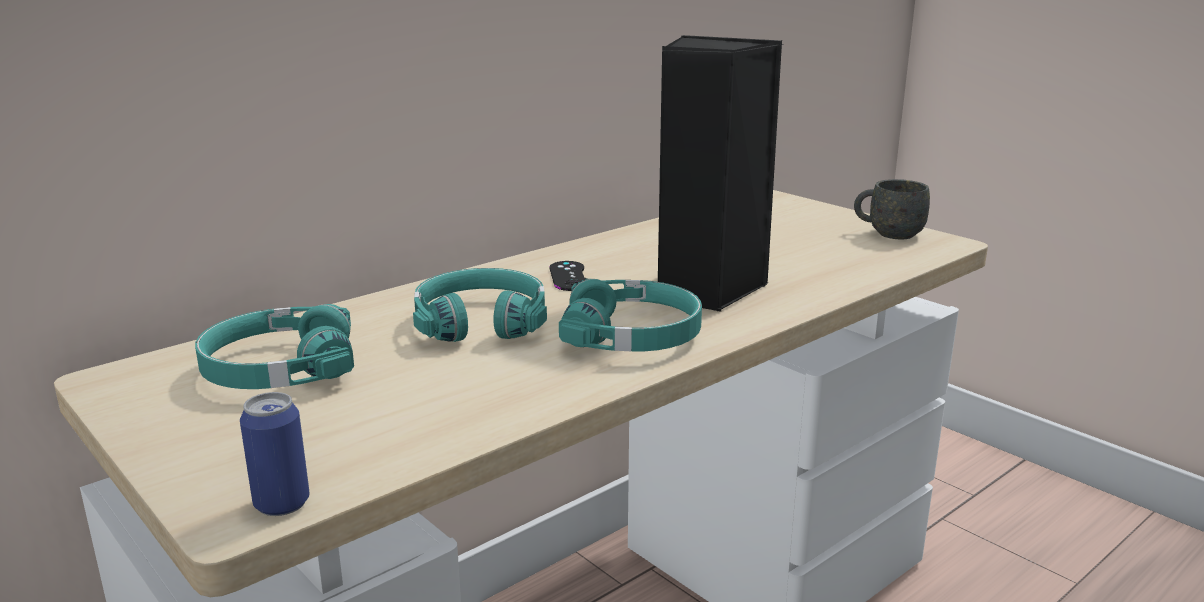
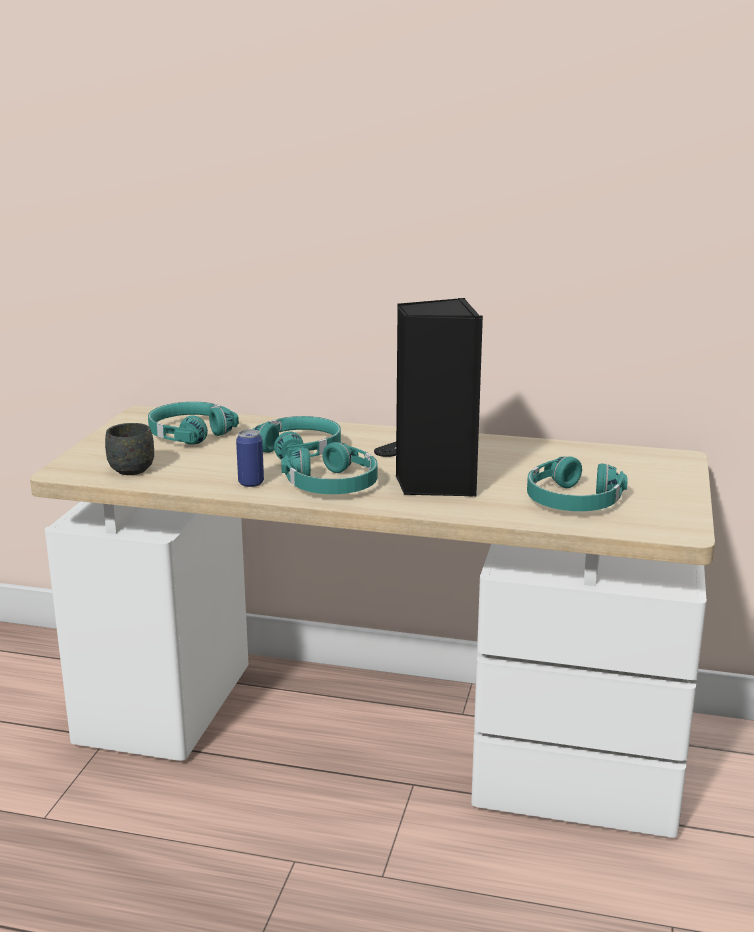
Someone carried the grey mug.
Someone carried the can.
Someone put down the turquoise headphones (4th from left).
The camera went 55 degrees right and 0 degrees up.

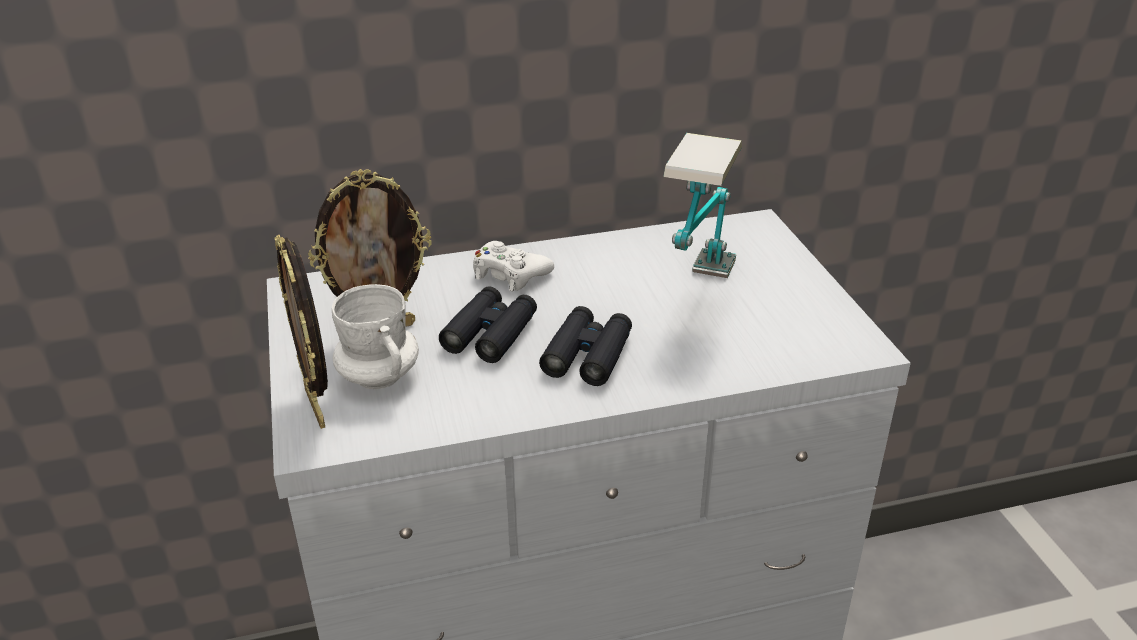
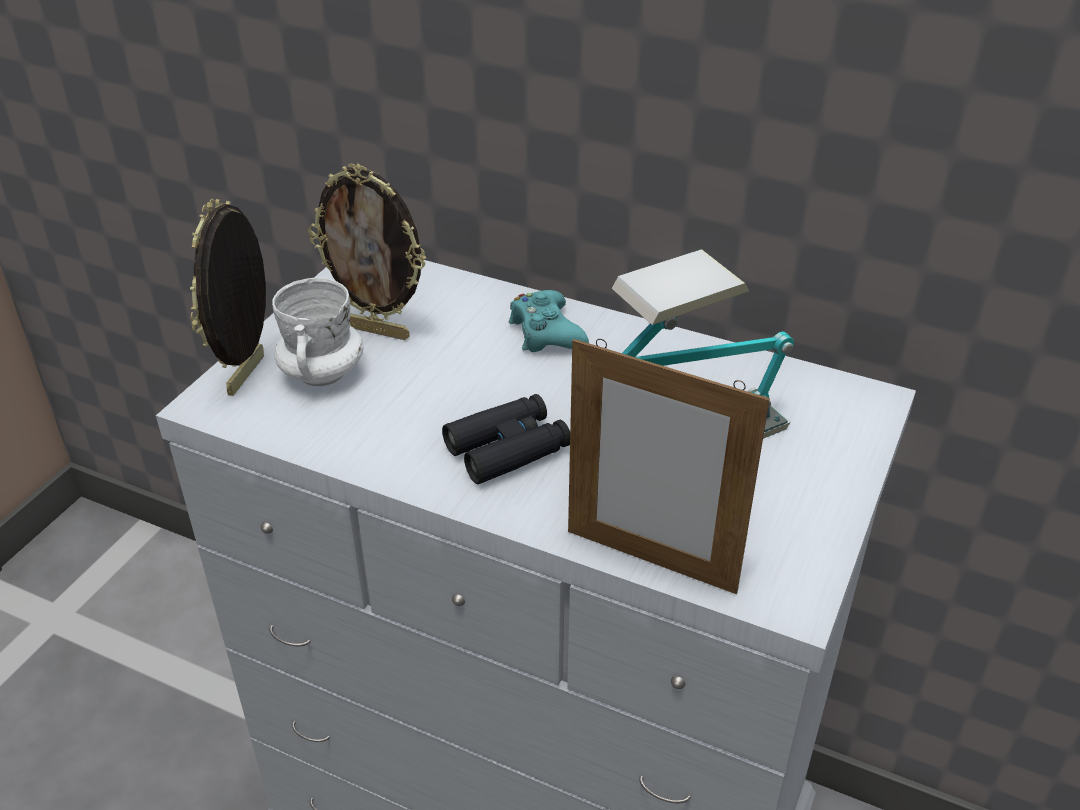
Someone repainted the white game controller, which became the turquoise game controller.
Someone took away the black binoculars (1st from left).
Someone put down the picture frame (3rd from left).
The camera went 40 degrees right and 5 degrees up.

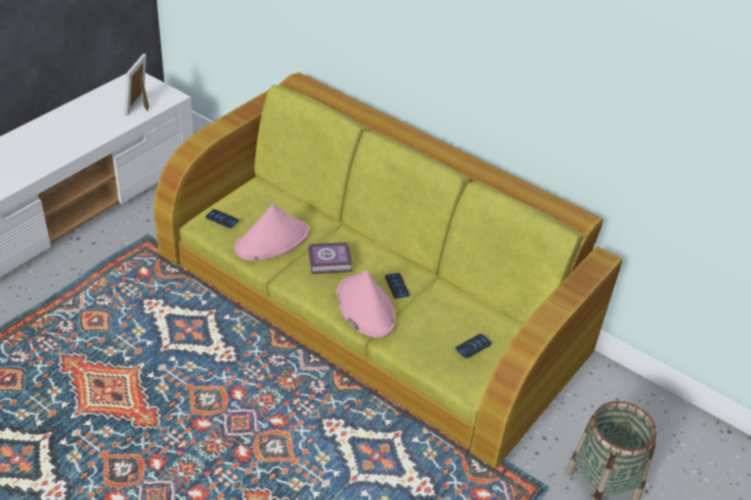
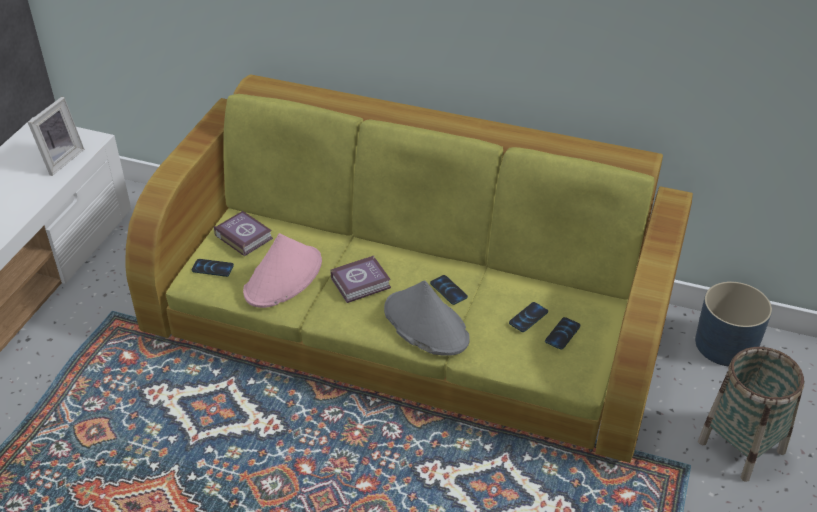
Someone rotated the picture frame by 150 degrees counterclockwise.
Someone repainted the pink hat (2nd from left), which became the grey hat.
Someone put down the book (1st from left).
Someone put down the blue planter.
Someone put down the phone (3rd from left).
The camera went 15 degrees left and 0 degrees up.

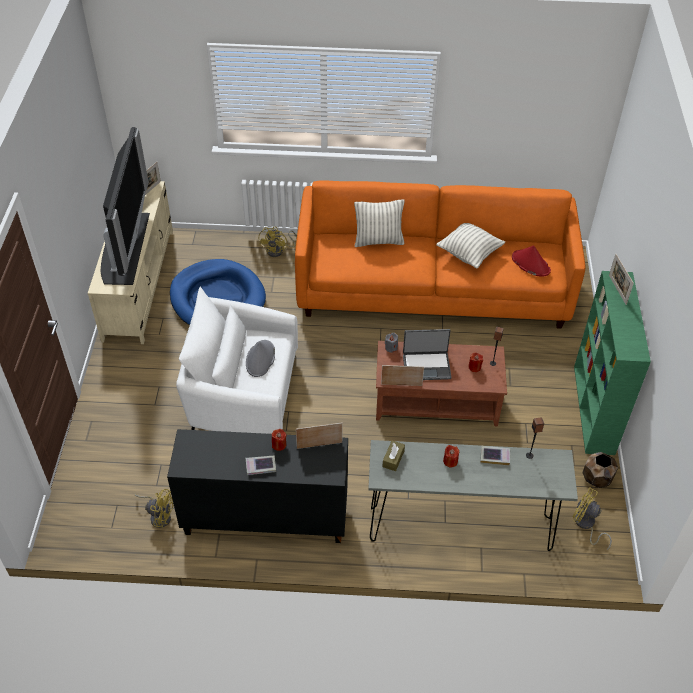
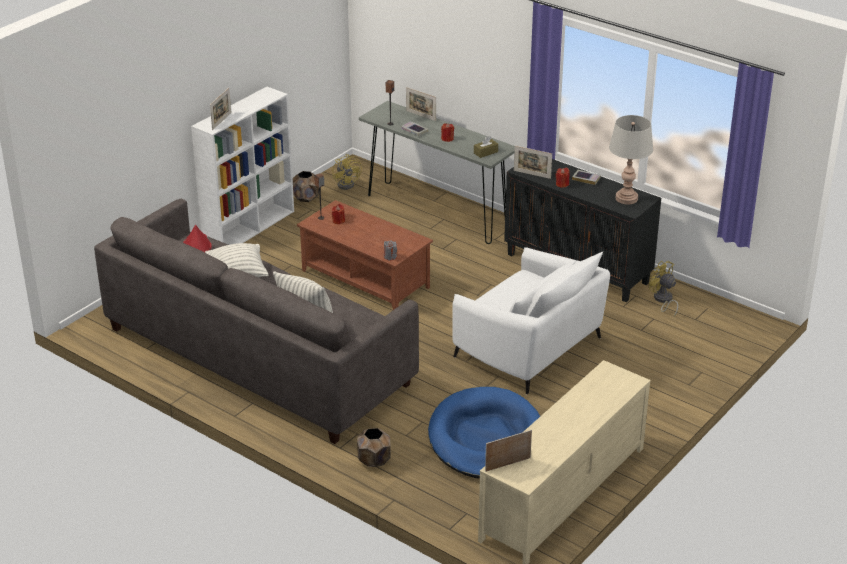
Someone took away the television.
Someone repainted the orange sofa, which became the grey sofa.
Someone swapped the yellow fan (2nd from left) for the brown planter (2nd from left).
Someone repainted the green bookcase, which became the white bookcase.
Someone took away the laptop.
Someone took away the grey hat.
Someone carried the picture frame (3rd from left in the first image).
Someone put down the grey table lamp.
The camera went 145 degrees left and 15 degrees down.

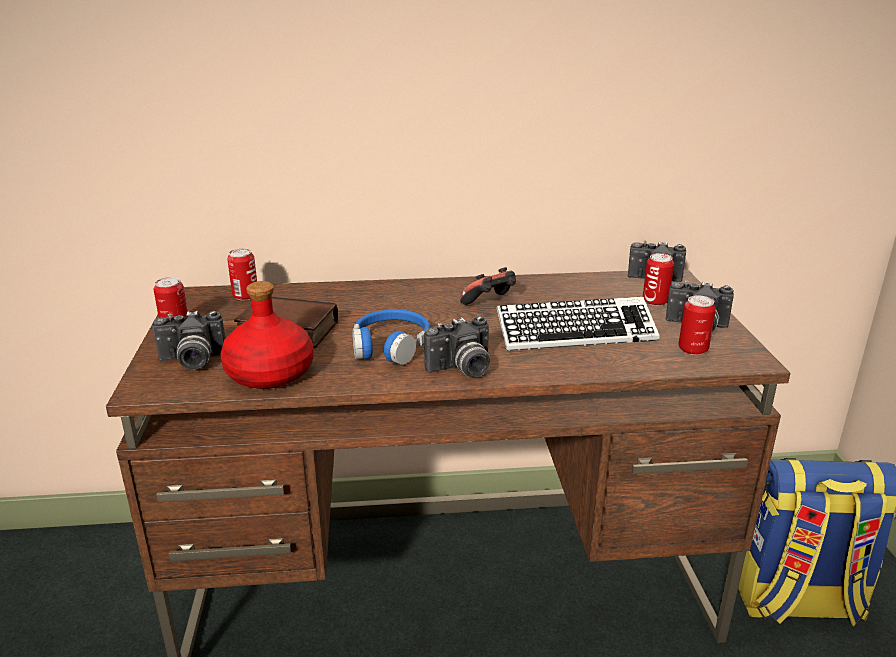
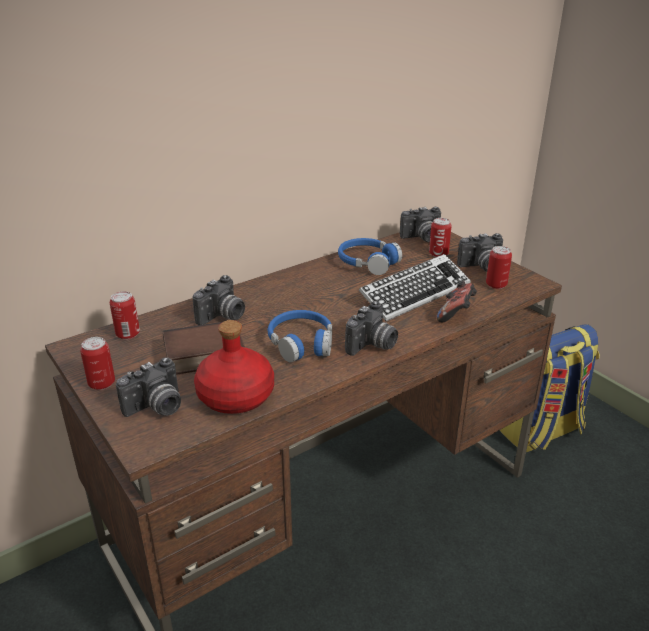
Someone carried the game controller.
Someone put down the blue headphones (2nd from left).
Someone put down the photo camera (2nd from left).
The camera went 30 degrees left and 5 degrees up.

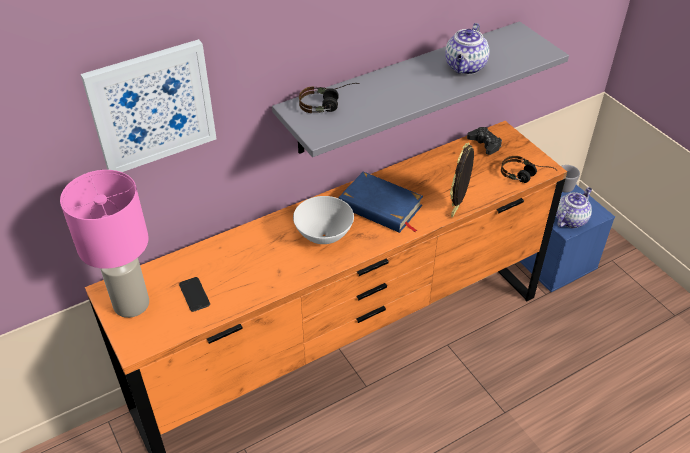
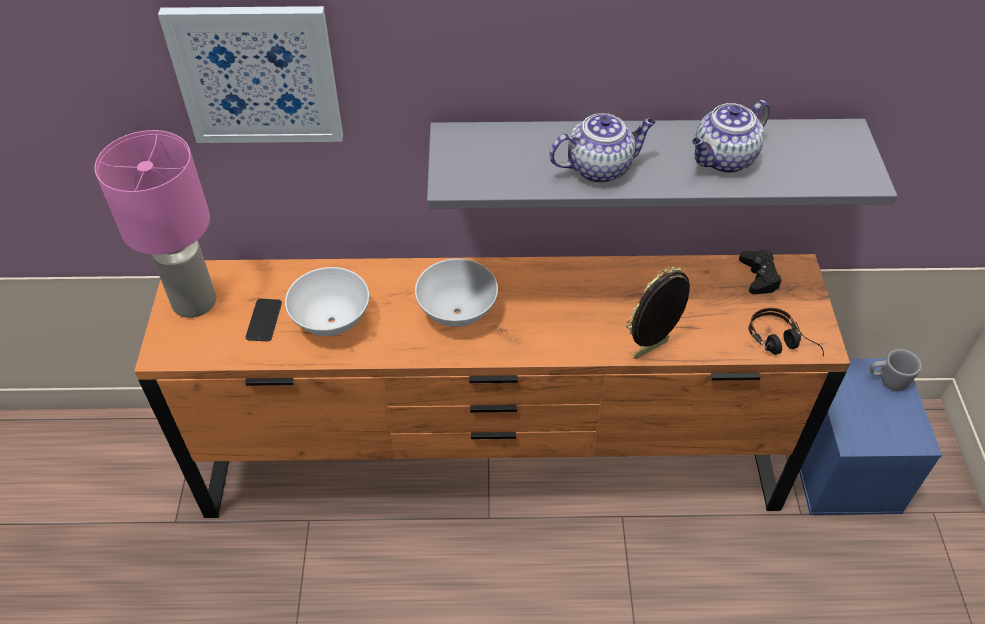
Someone took away the headphones (1st from left).
Someone took away the blue book.
Someone carried the teapot (2nd from left in the first image).
Someone put down the white bowl (1st from left).
The camera went 30 degrees right and 5 degrees up.

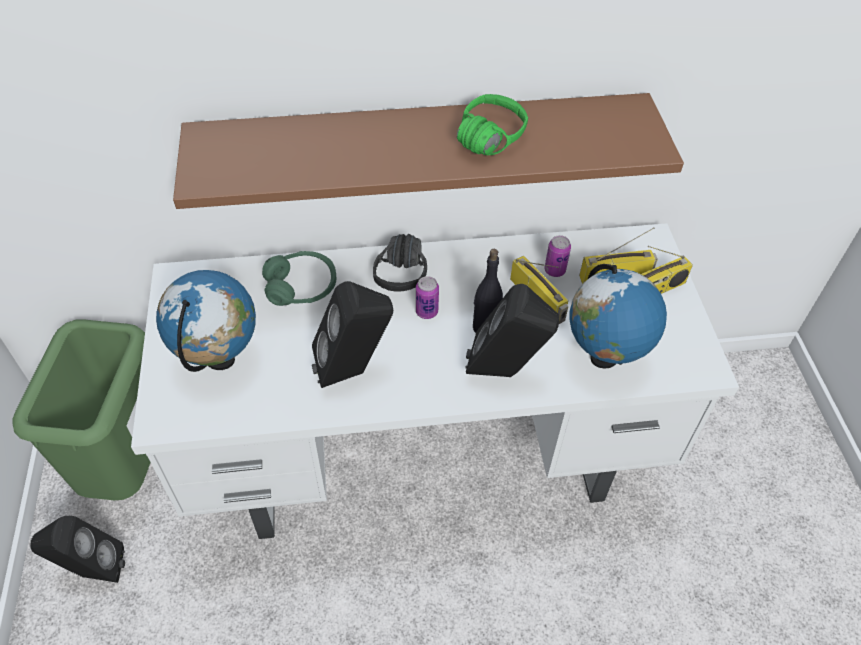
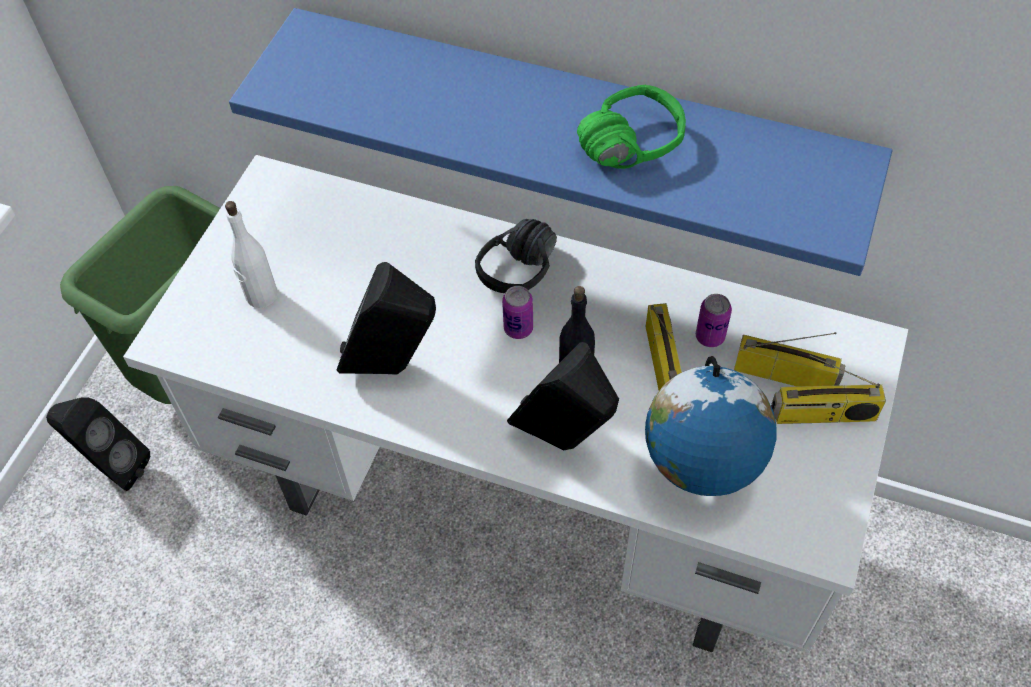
Someone repainted the brown shelf, which became the blue shelf.
Someone took away the green headphones (1st from left).
Someone swapped the globe (1st from left) for the white bottle.
The camera went 30 degrees right and 5 degrees up.

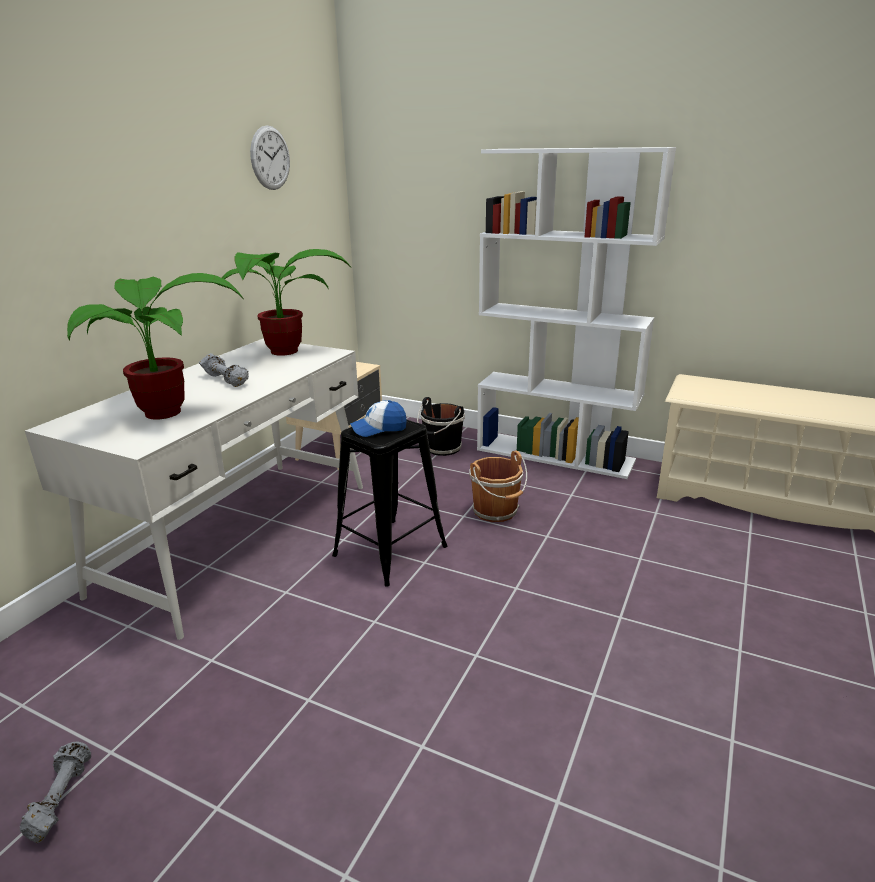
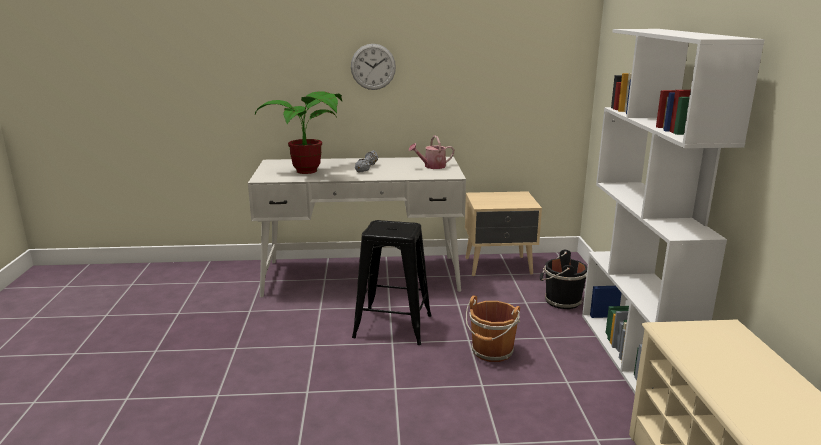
Someone carried the wall clock.
Someone swapped the potted plant (2nd from left) for the watering can.
Someone took away the cap.
Someone took away the grey dumbbell (1st from left).
The camera went 60 degrees right and 5 degrees down.

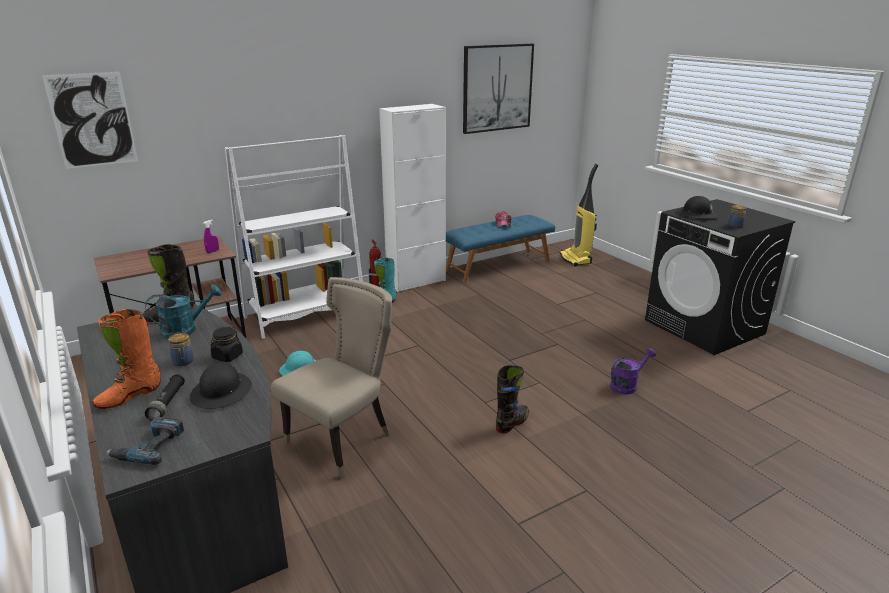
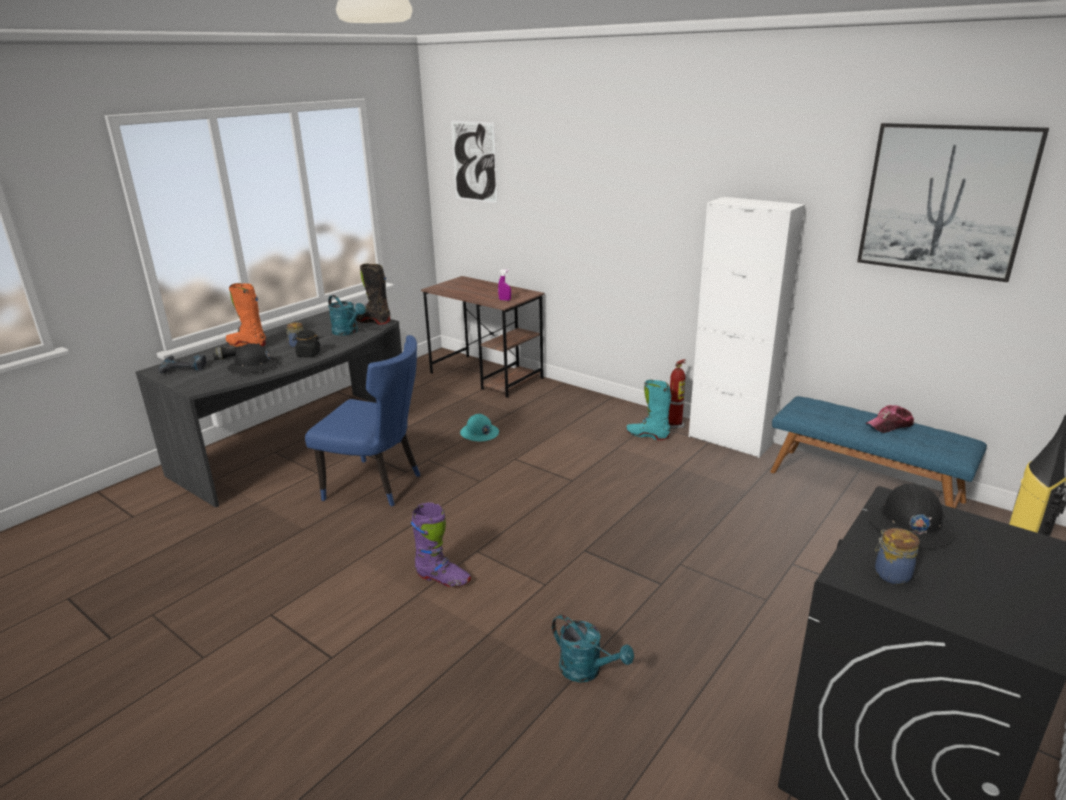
Someone took away the white bookcase.
Someone repainted the beige chair, which became the blue chair.
Someone repainted the purple watering can, which became the turquoise watering can (2nd from left).
Someone repainted the black boot (2nd from left), which became the purple boot.
The camera went 70 degrees right and 0 degrees up.

